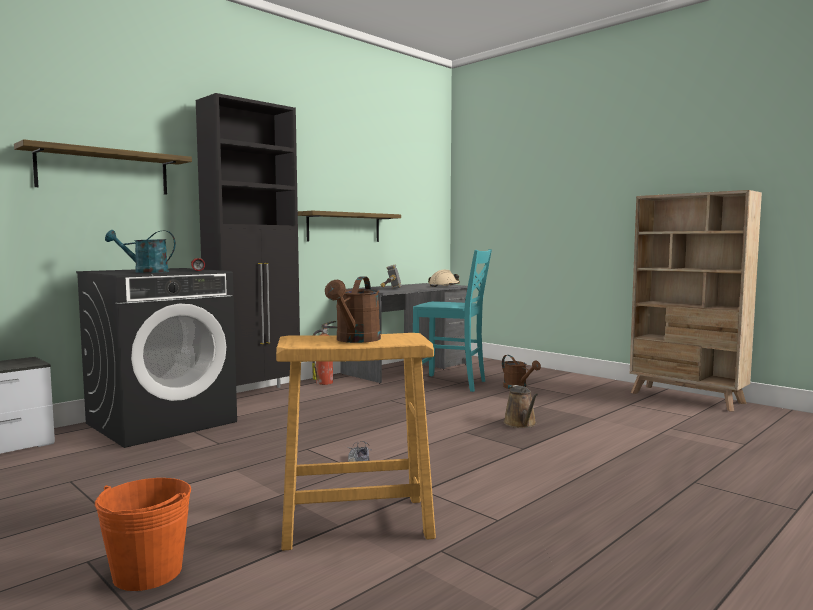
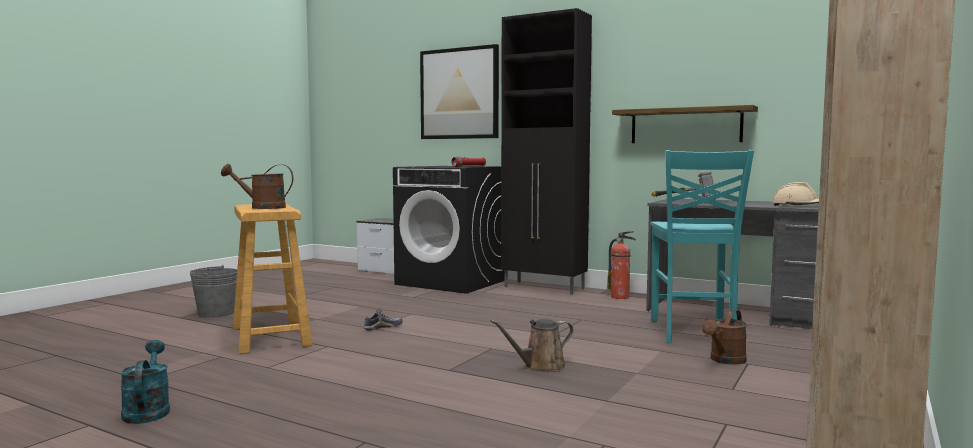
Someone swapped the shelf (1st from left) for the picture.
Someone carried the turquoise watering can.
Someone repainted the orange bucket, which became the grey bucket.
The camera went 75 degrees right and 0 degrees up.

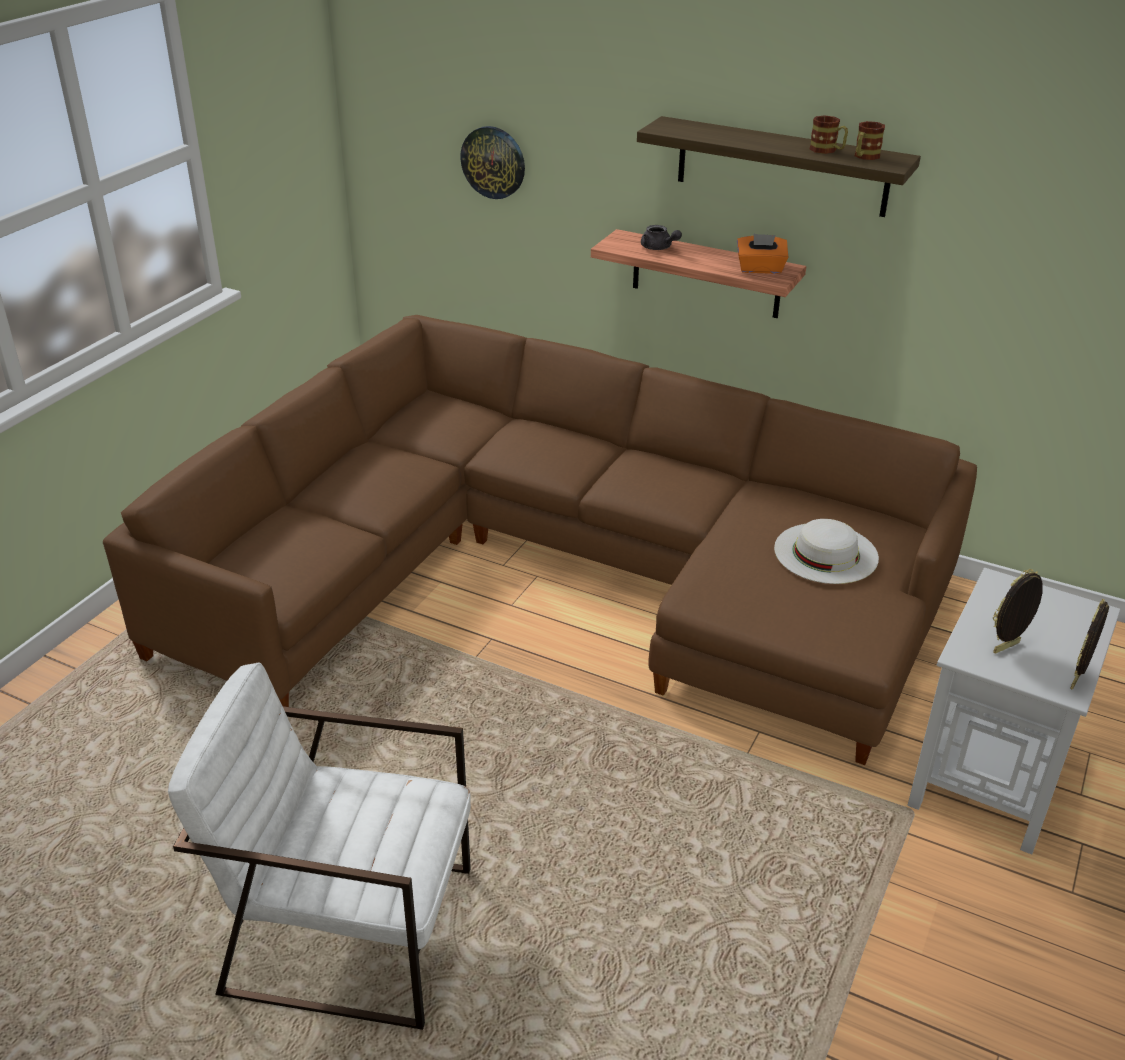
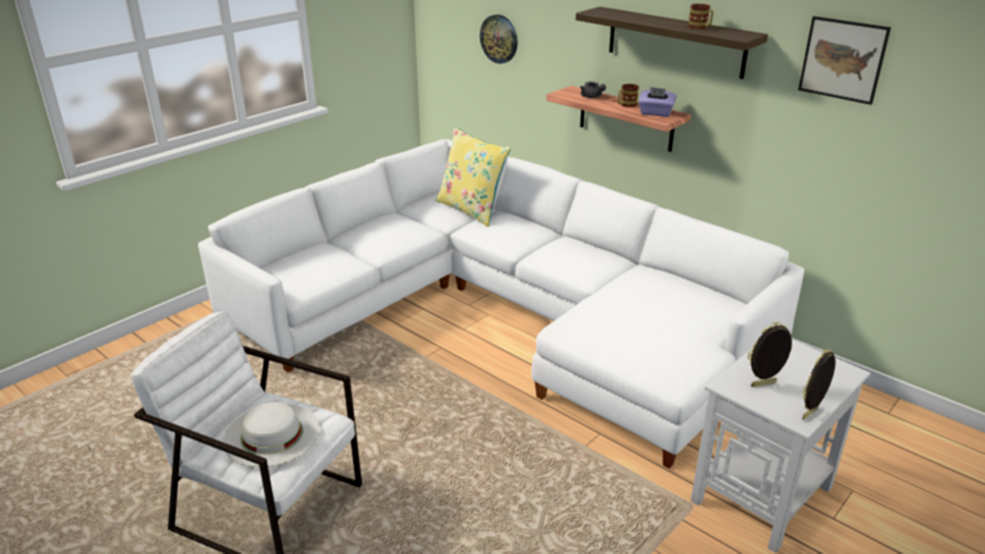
Someone carried the mug (2nd from left in the first image).
Someone repainted the orange tissue box, which became the purple tissue box.
Someone repainted the brown sofa, which became the white sofa.
Someone carried the white hat.
Someone put up the picture.
Someone put down the yellow pillow.
The camera went 15 degrees right and 5 degrees down.

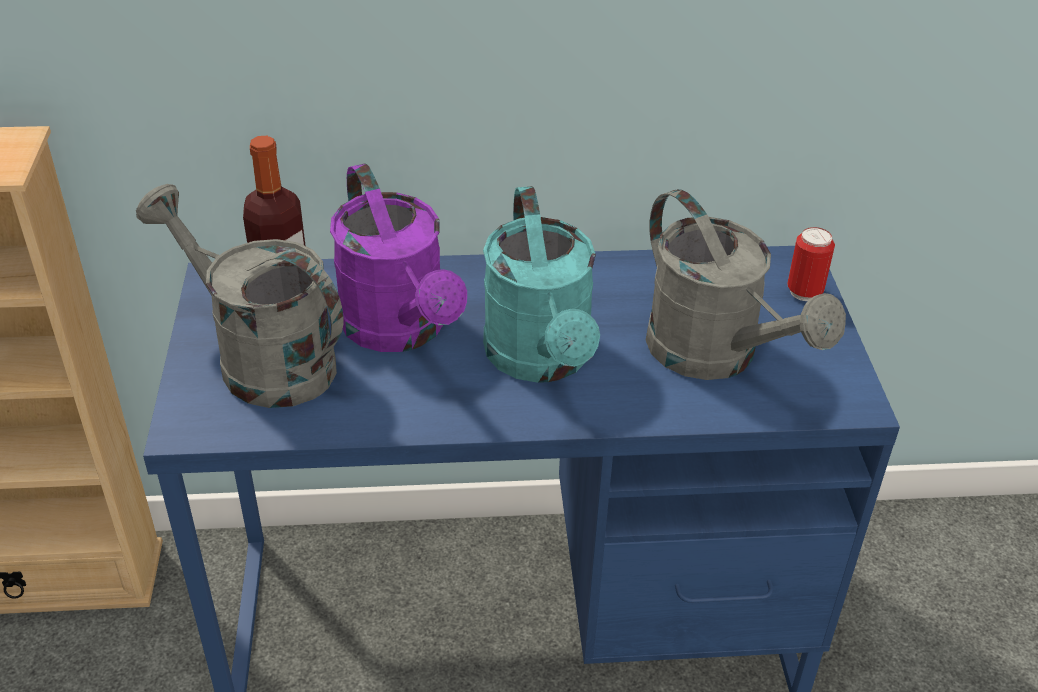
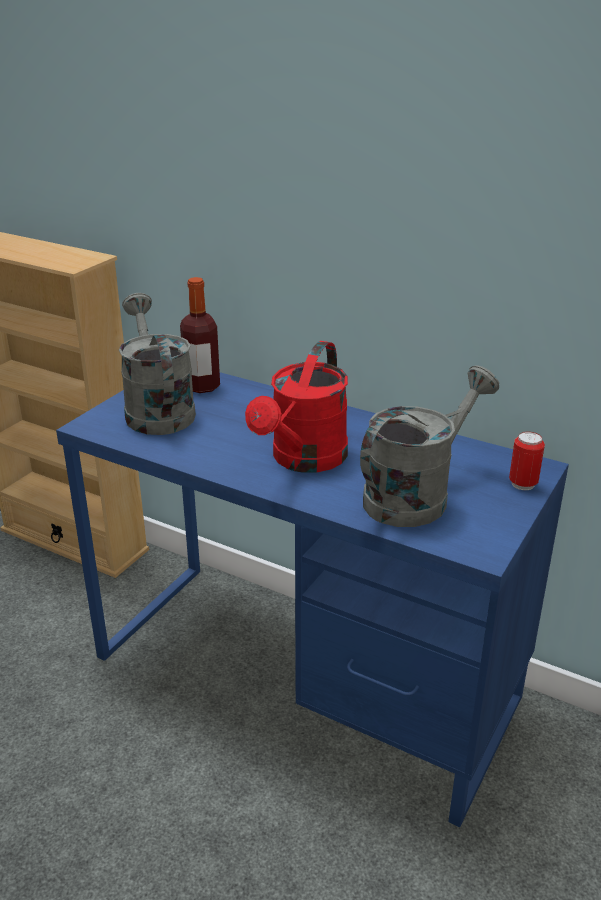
Someone took away the purple watering can.
Someone repainted the turquoise watering can, which became the red watering can.
Someone rotated the grey watering can (2nd from left) by 135 degrees counterclockwise.
The camera went 35 degrees right and 10 degrees down.

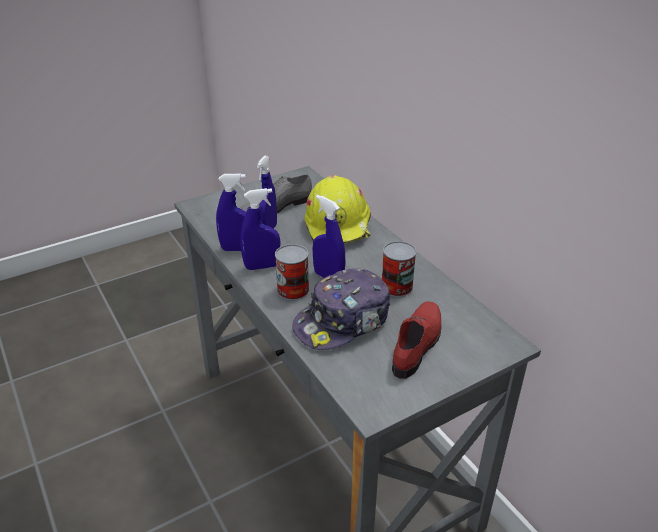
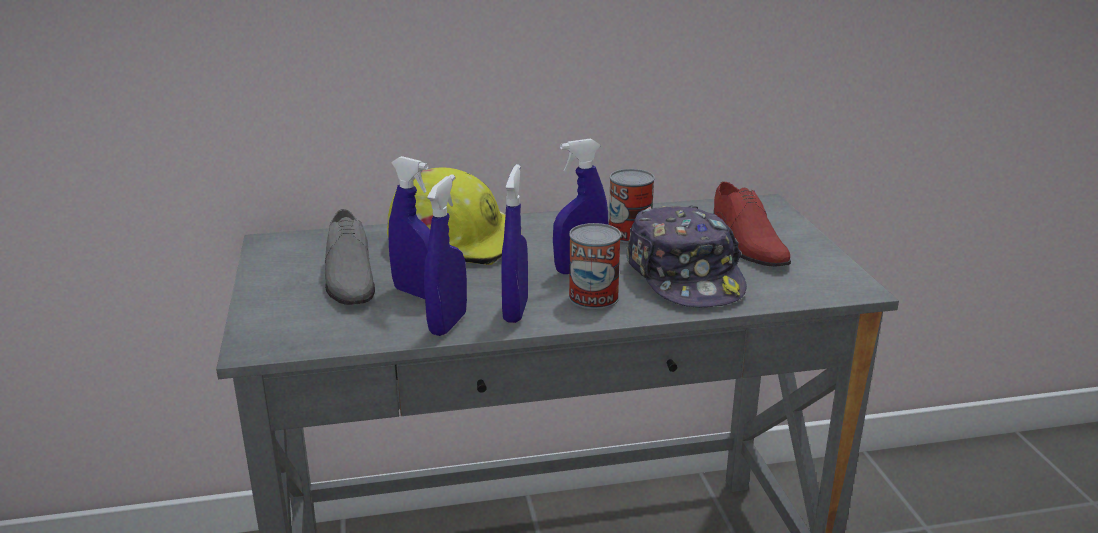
Someone rotated the red shoe by 150 degrees counterclockwise.
The camera went 70 degrees left and 10 degrees down.

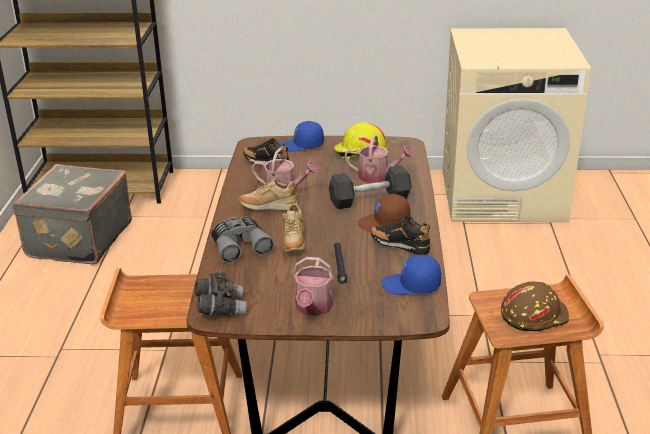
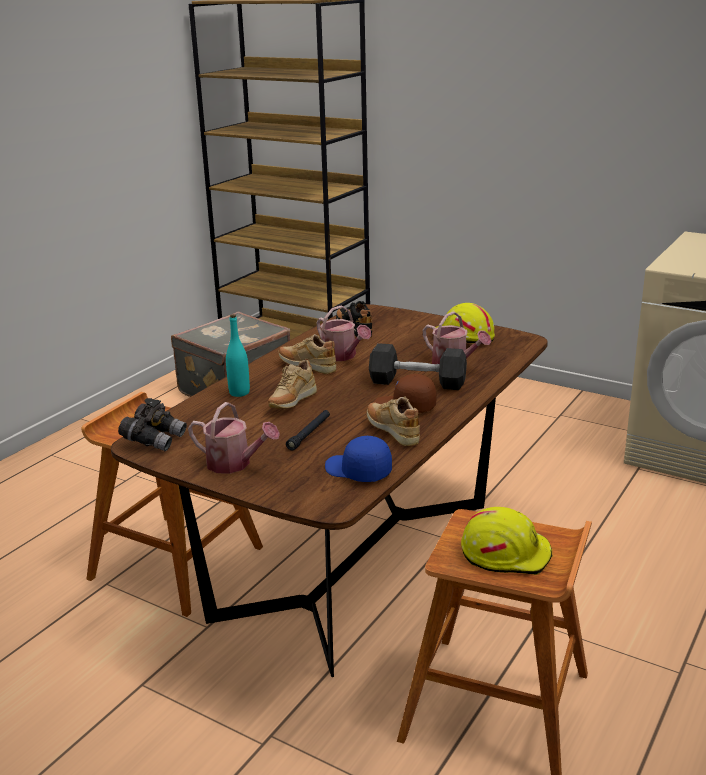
Someone took away the blue cap (1st from left).
Someone swapped the grey binoculars (2nd from left) for the turquoise bottle.
Someone repainted the black shoe (2nd from left), which became the beige shoe (3rd from left).
Someone rotated the watering can (2nd from left in the first image) by 105 degrees counterclockwise.
Someone repainted the brown hard hat, which became the yellow hard hat (2nd from left).
The camera went 30 degrees right and 5 degrees down.

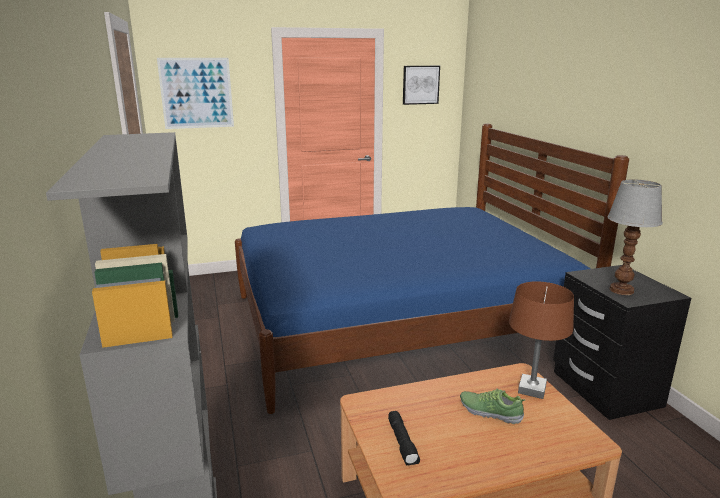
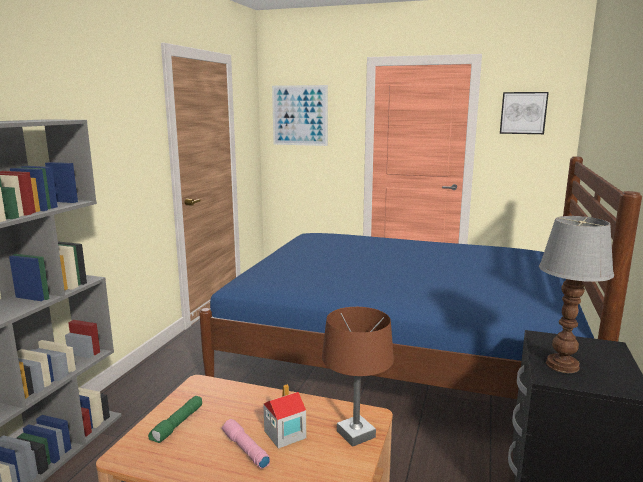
Someone swapped the shoe for the toy house.
Someone repainted the black flashlight, which became the green flashlight.
Someone put down the pink flashlight.
The camera went 35 degrees right and 5 degrees down.

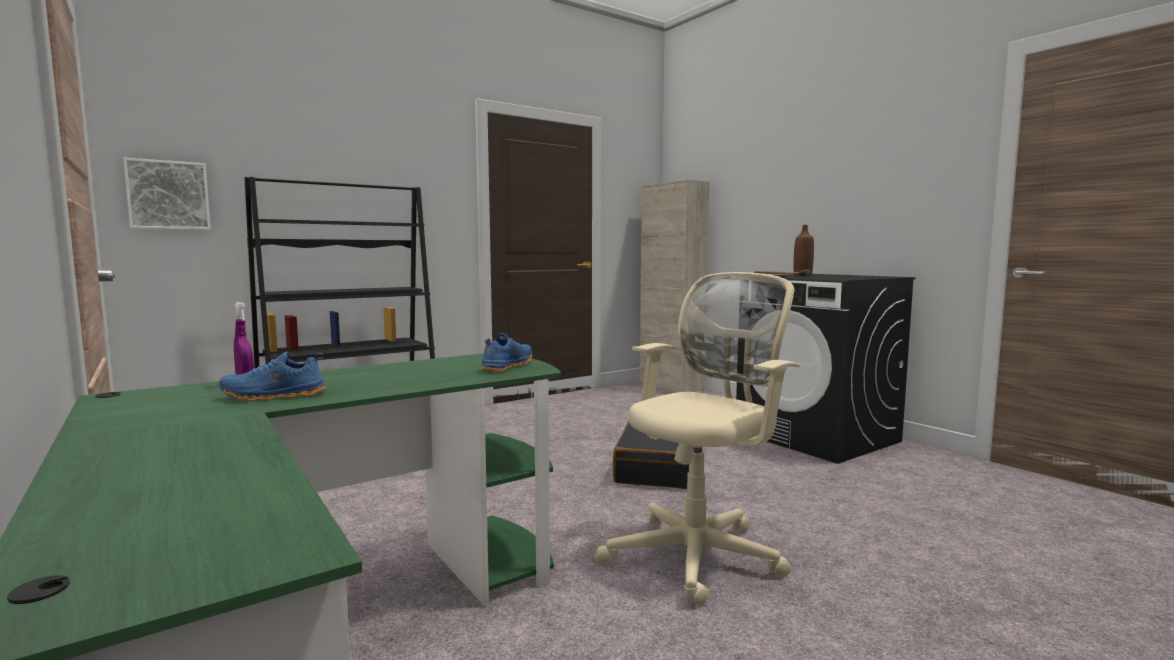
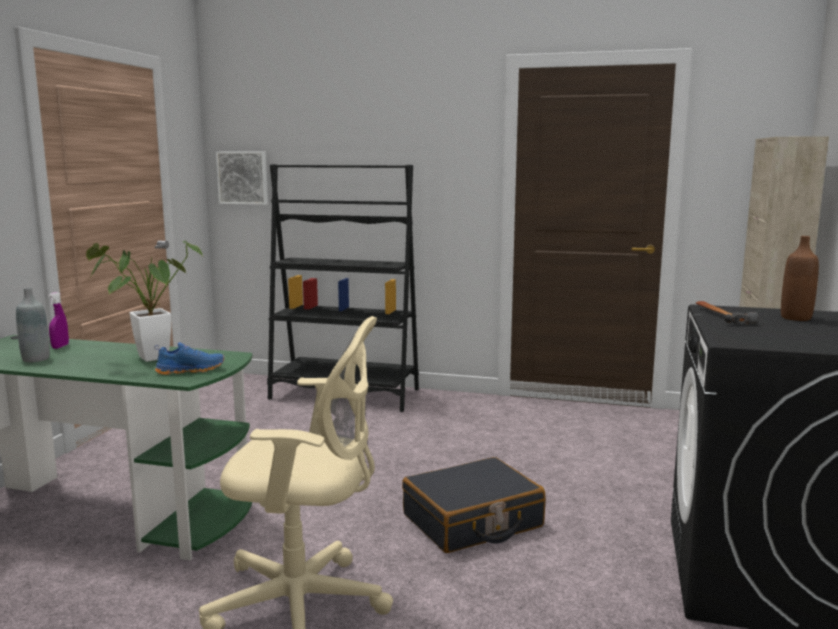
Someone swapped the blue shoe (1st from left) for the grey bottle.
Someone put down the potted plant.
The camera went 50 degrees right and 5 degrees up.

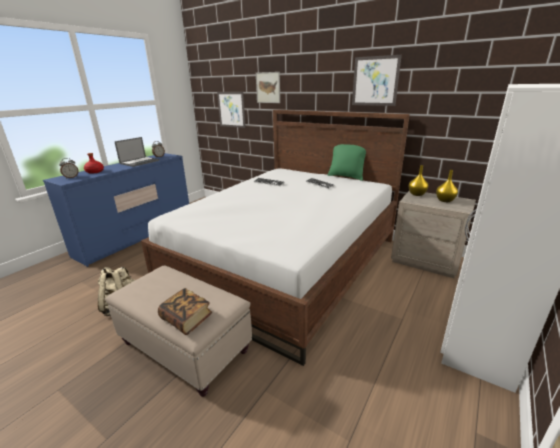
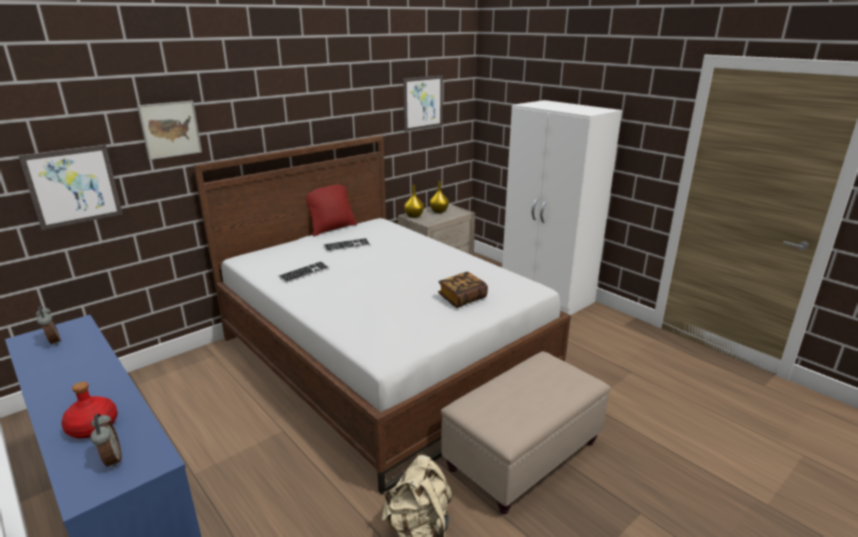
Someone carried the picture (3rd from left).
Someone took away the laptop.
Someone repainted the green pillow, which became the red pillow.
Someone carried the book.
The camera went 75 degrees left and 0 degrees up.

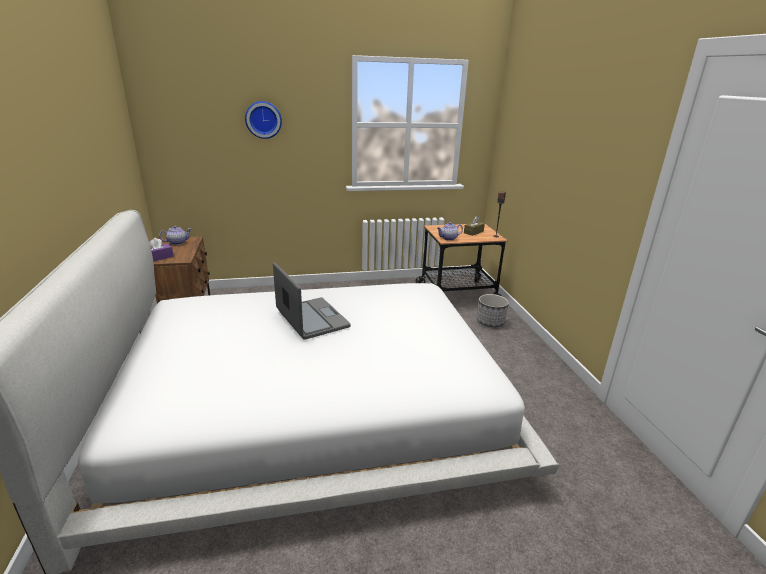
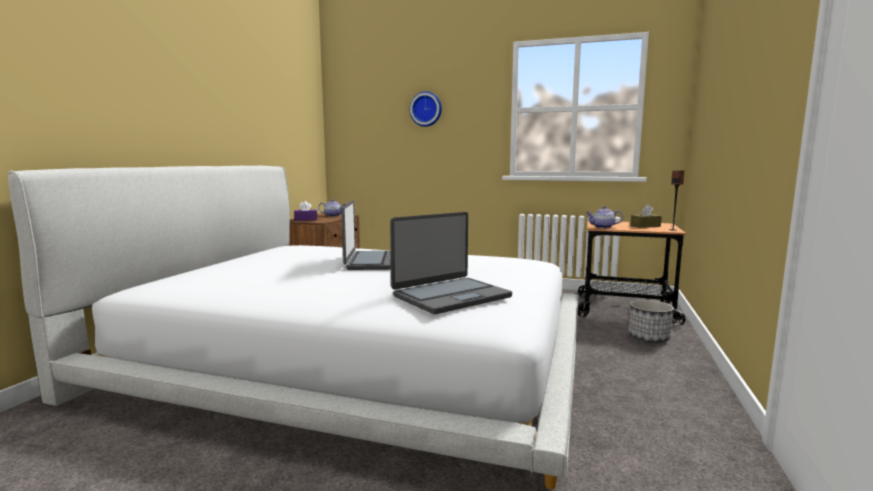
Someone put down the laptop (2nd from left).
The camera went 30 degrees right and 15 degrees down.

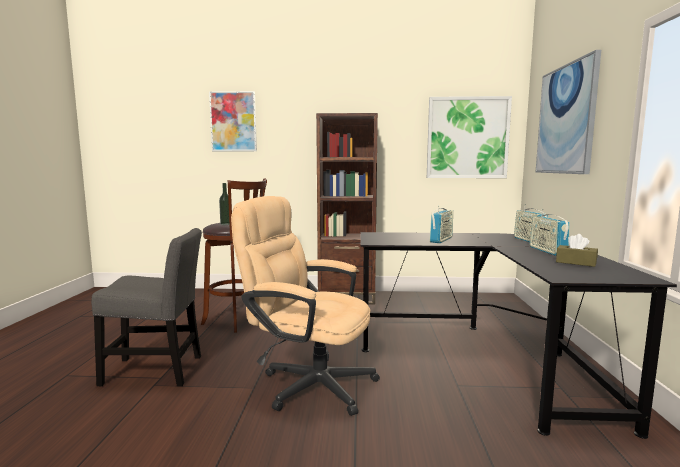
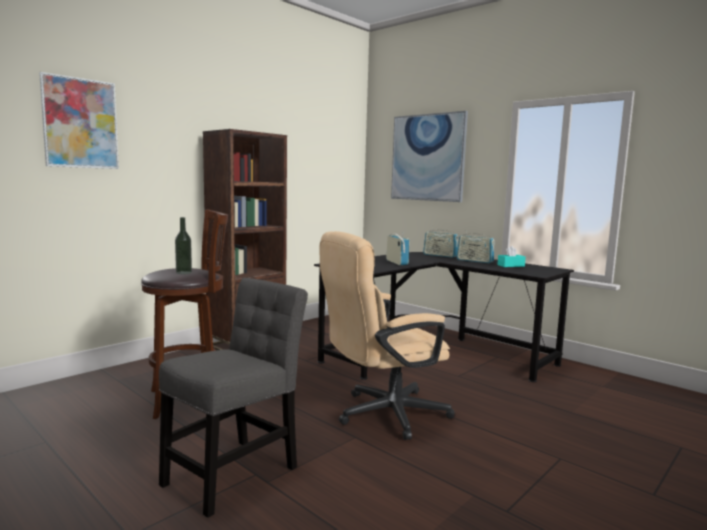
Someone took away the picture (2nd from left).
Someone repainted the brown tissue box, which became the turquoise tissue box.
The camera went 50 degrees left and 0 degrees up.

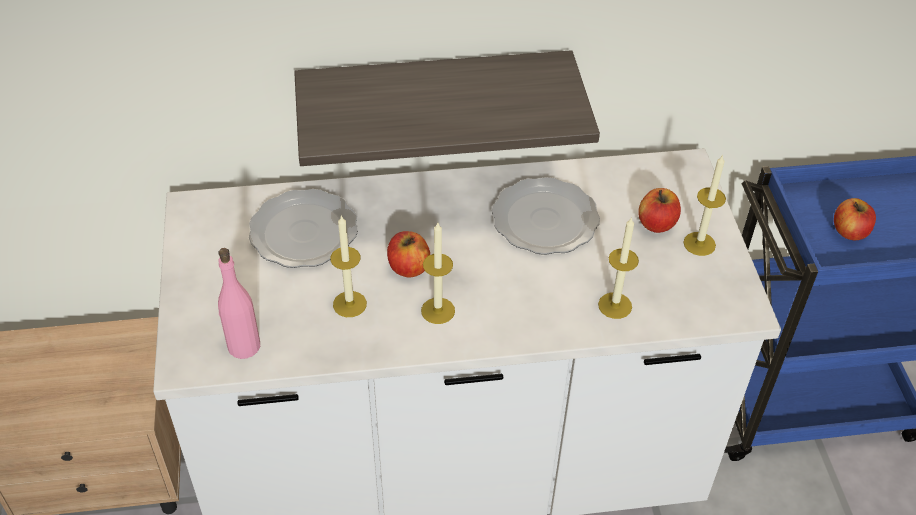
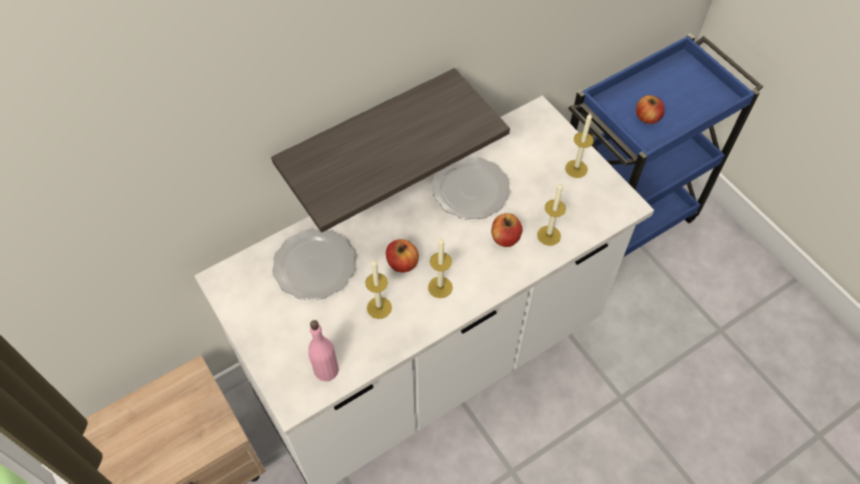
Someone carried the apple (2nd from left).
The camera went 25 degrees left and 10 degrees up.

